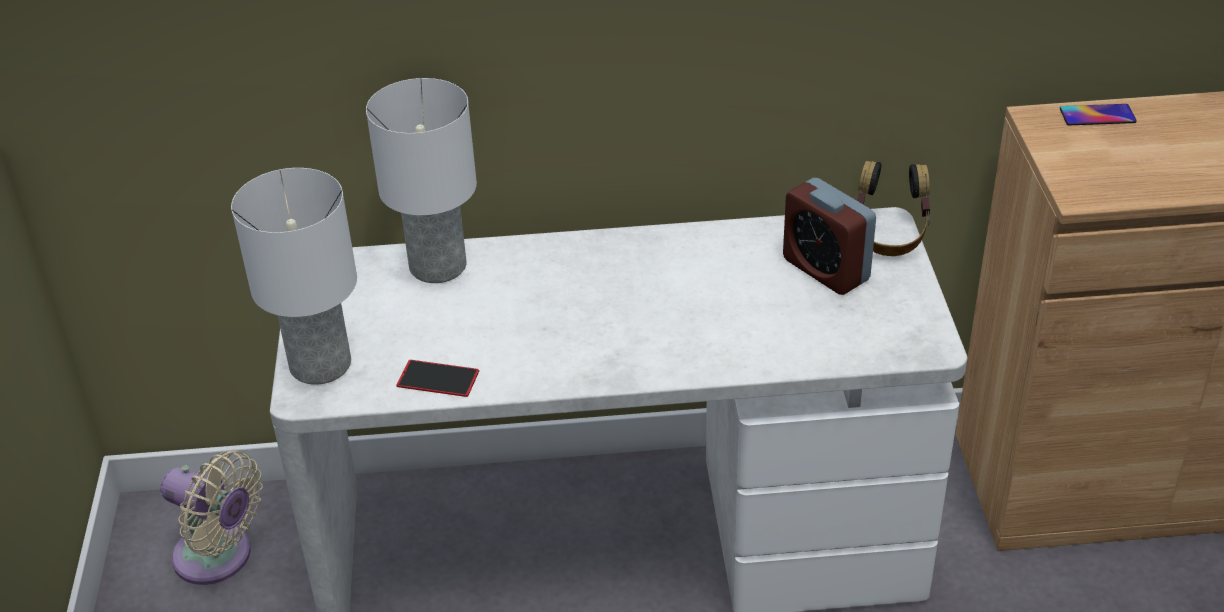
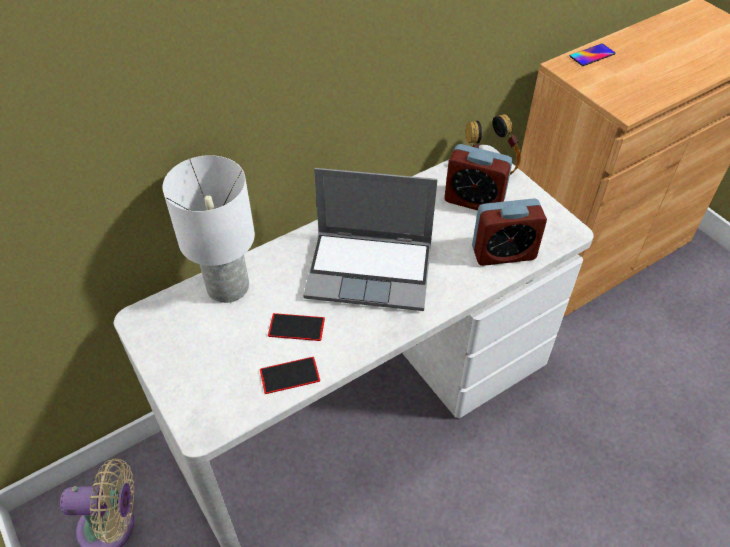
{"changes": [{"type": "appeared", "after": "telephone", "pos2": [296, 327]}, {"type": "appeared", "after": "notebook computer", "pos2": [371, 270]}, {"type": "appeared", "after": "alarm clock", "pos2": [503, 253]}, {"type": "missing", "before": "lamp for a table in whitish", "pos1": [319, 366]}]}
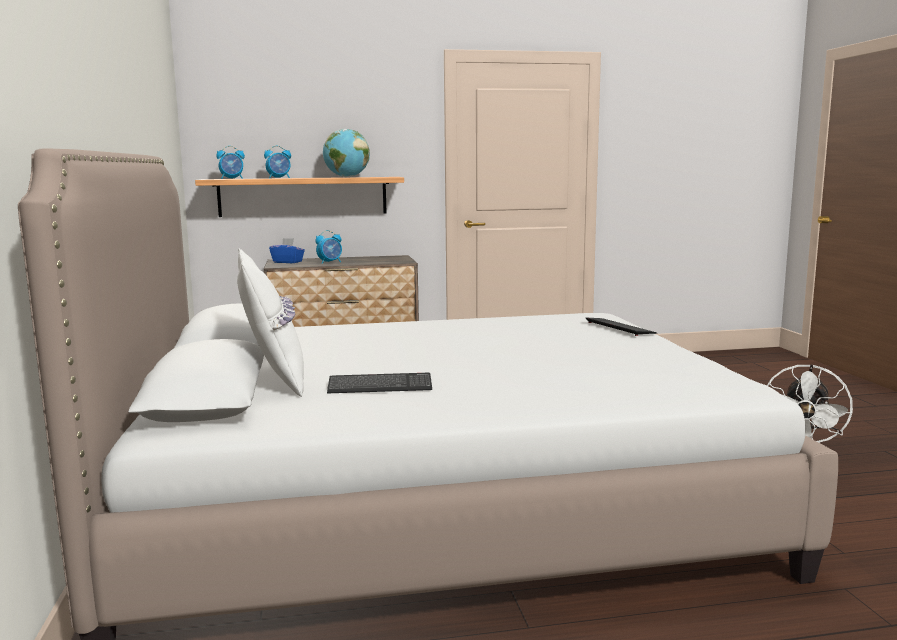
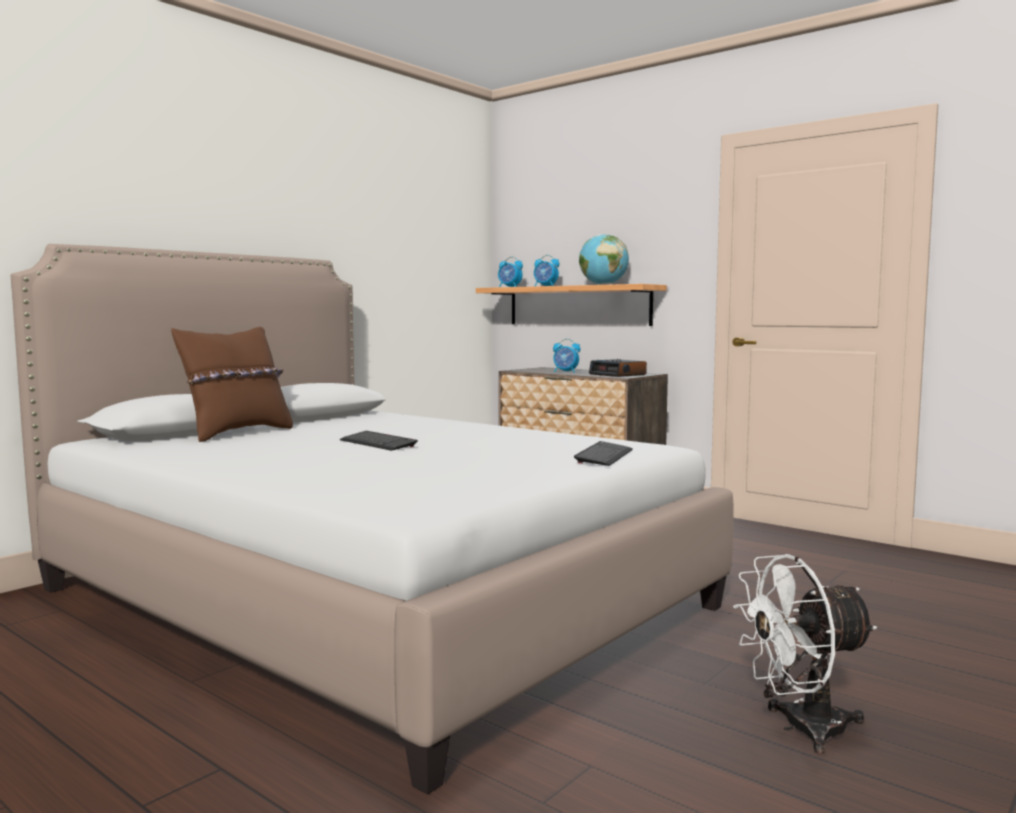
{"changes": [{"type": "colour", "before": "cushion in whitish", "after": "cushion in brown-coloured", "pos1": [273, 380], "pos2": [237, 433]}, {"type": "relocated", "before": "keyboard", "pos1": [380, 386], "pos2": [378, 443]}, {"type": "appeared", "after": "alarm clock", "pos2": [618, 374]}, {"type": "missing", "before": "tissue box in blue", "pos1": [288, 262]}]}
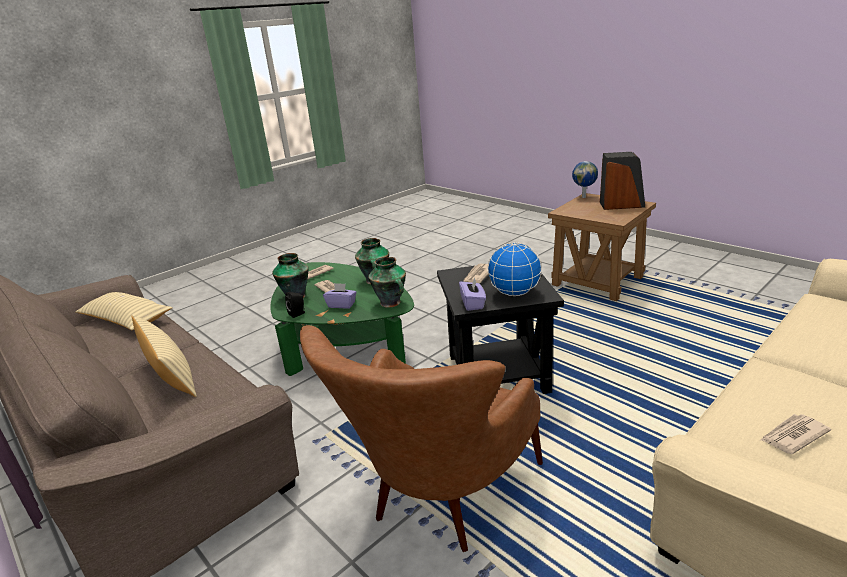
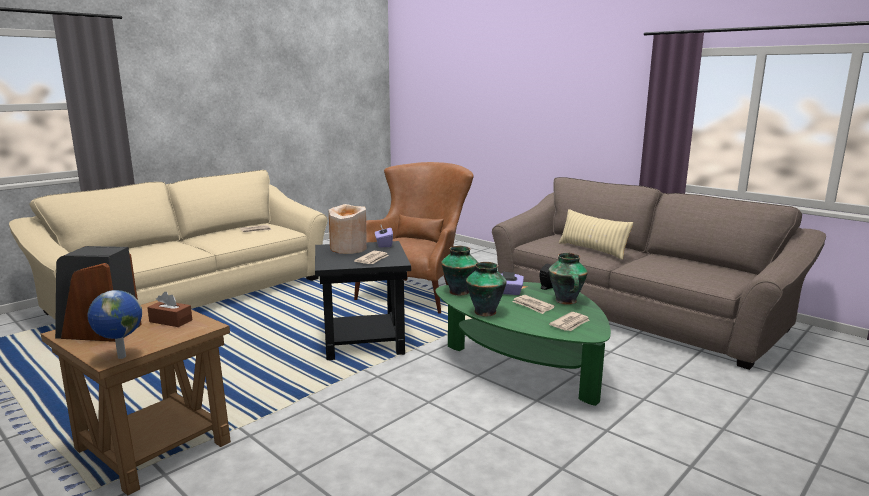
{"changes": [{"type": "appeared", "after": "tissue box in brown-coloured", "pos2": [171, 321]}, {"type": "exchanged", "before": "desk globe", "after": "vase in sand-coloured", "pos1": [514, 293], "pos2": [348, 248]}, {"type": "missing", "before": "cushion in sand-coloured", "pos1": [126, 319]}]}
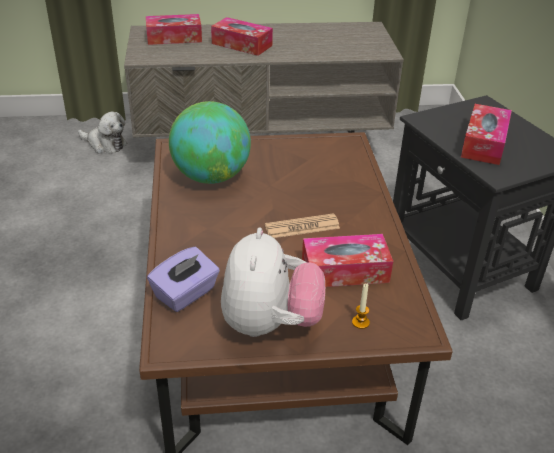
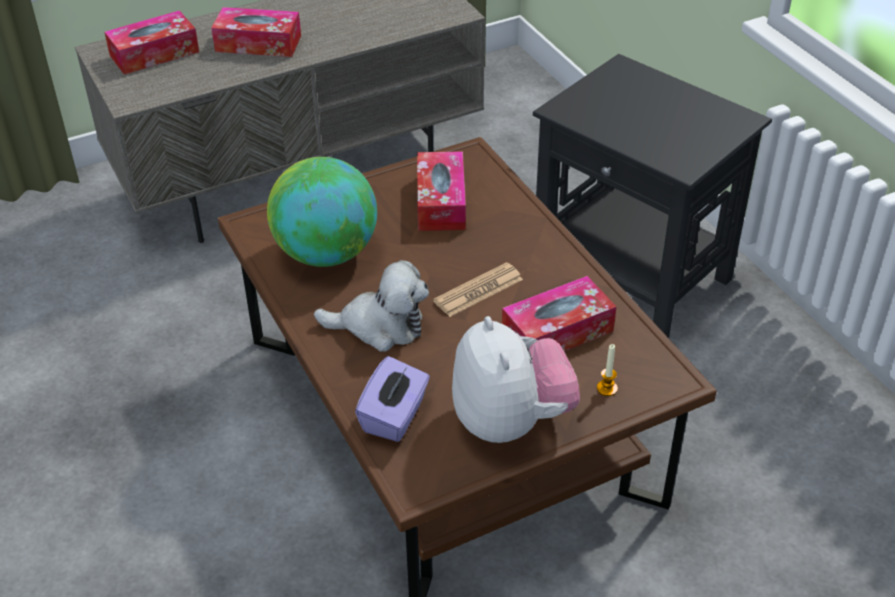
{"changes": [{"type": "relocated", "before": "cuddly toy", "pos1": [105, 144], "pos2": [380, 326]}, {"type": "relocated", "before": "tissue box", "pos1": [484, 143], "pos2": [441, 202]}]}
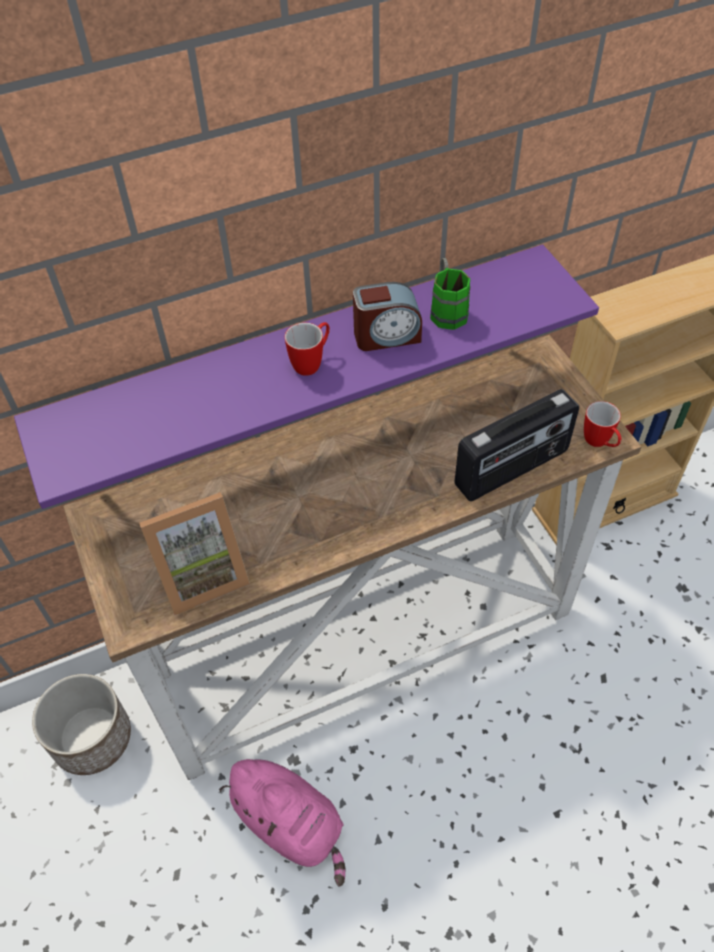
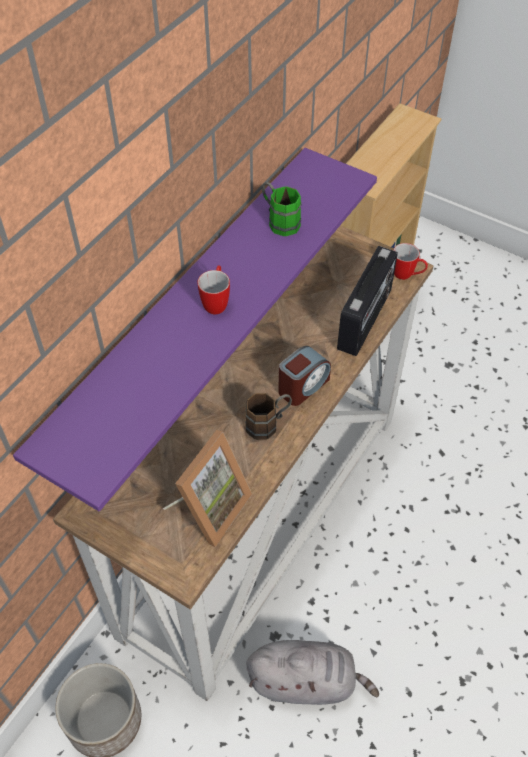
{"changes": [{"type": "appeared", "after": "tea mug in brown-coloured", "pos2": [268, 424]}, {"type": "colour", "before": "cuddly toy in pinkish", "after": "cuddly toy in greyish", "pos1": [291, 823], "pos2": [306, 681]}, {"type": "relocated", "before": "alarm clock", "pos1": [386, 336], "pos2": [303, 386]}]}
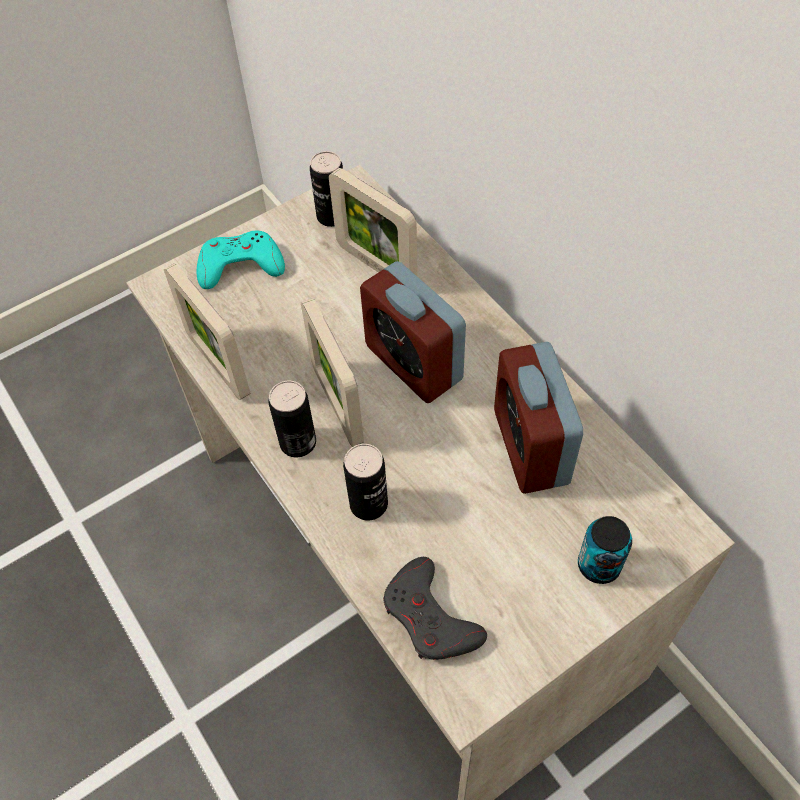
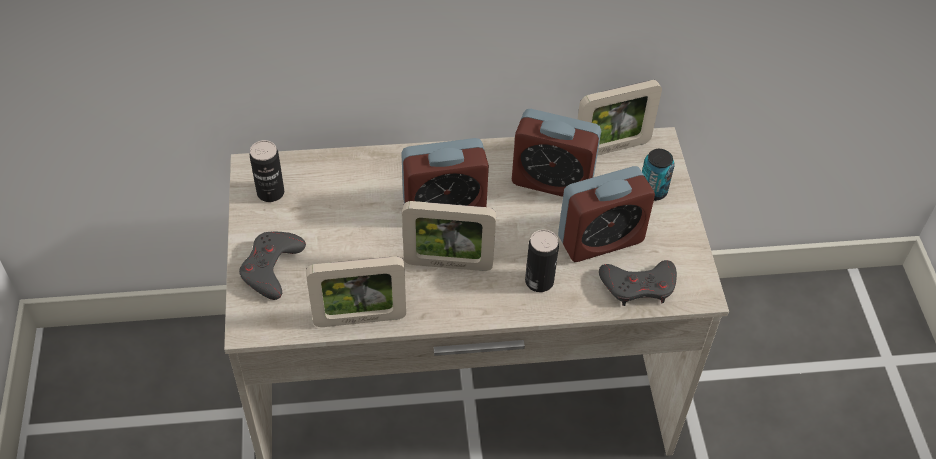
{"changes": [{"type": "colour", "before": "joypad in blue-green", "after": "joypad in greyish", "pos1": [240, 265], "pos2": [271, 268]}, {"type": "appeared", "after": "alarm clock", "pos2": [600, 239]}, {"type": "relocated", "before": "picture frame", "pos1": [376, 265], "pos2": [611, 148]}, {"type": "missing", "before": "metal can", "pos1": [298, 442]}]}
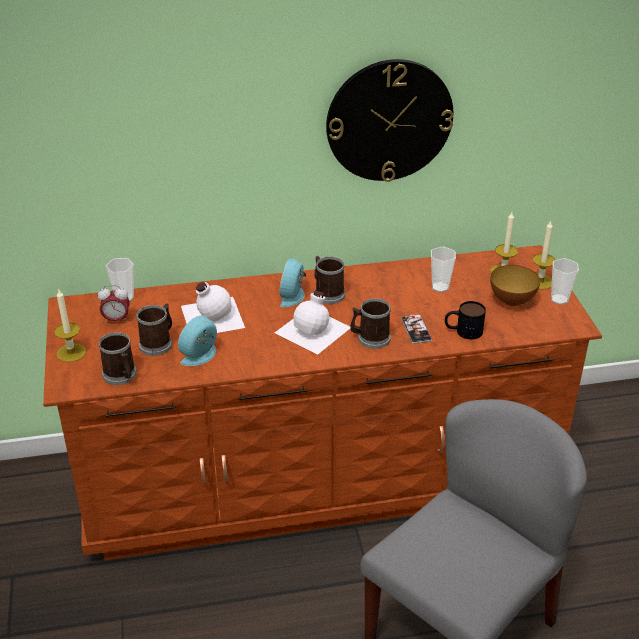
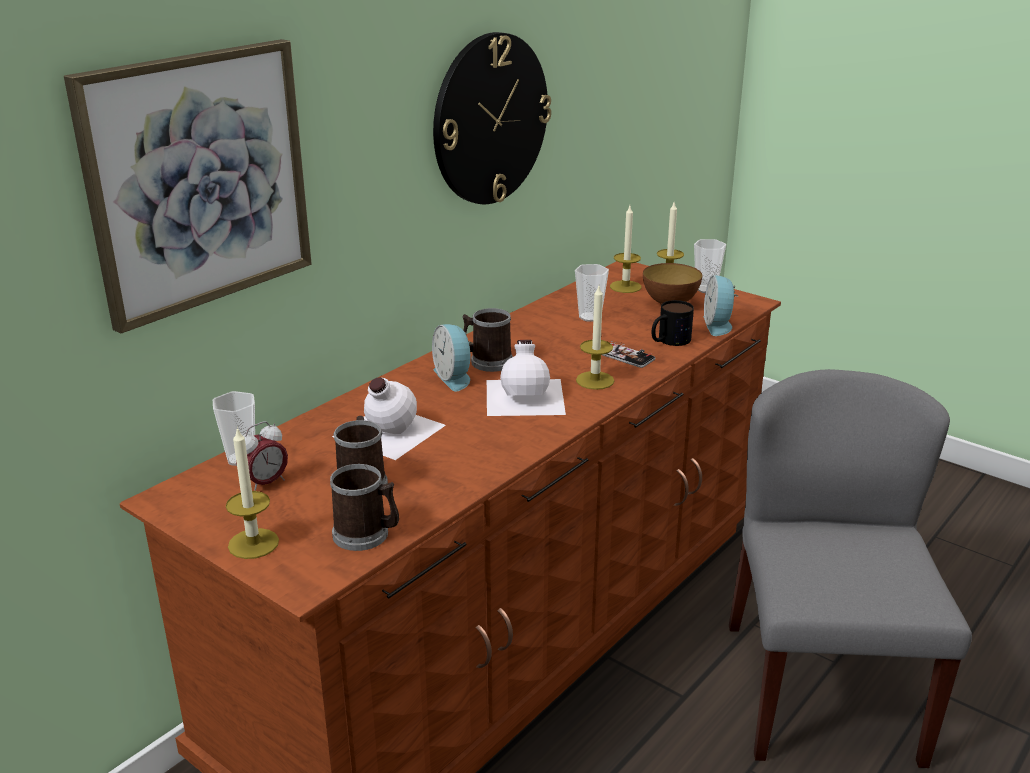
{"changes": [{"type": "appeared", "after": "picture", "pos2": [199, 180]}, {"type": "exchanged", "before": "tea mug", "after": "candle", "pos1": [370, 338], "pos2": [595, 380]}, {"type": "relocated", "before": "alarm clock", "pos1": [201, 356], "pos2": [718, 325]}]}
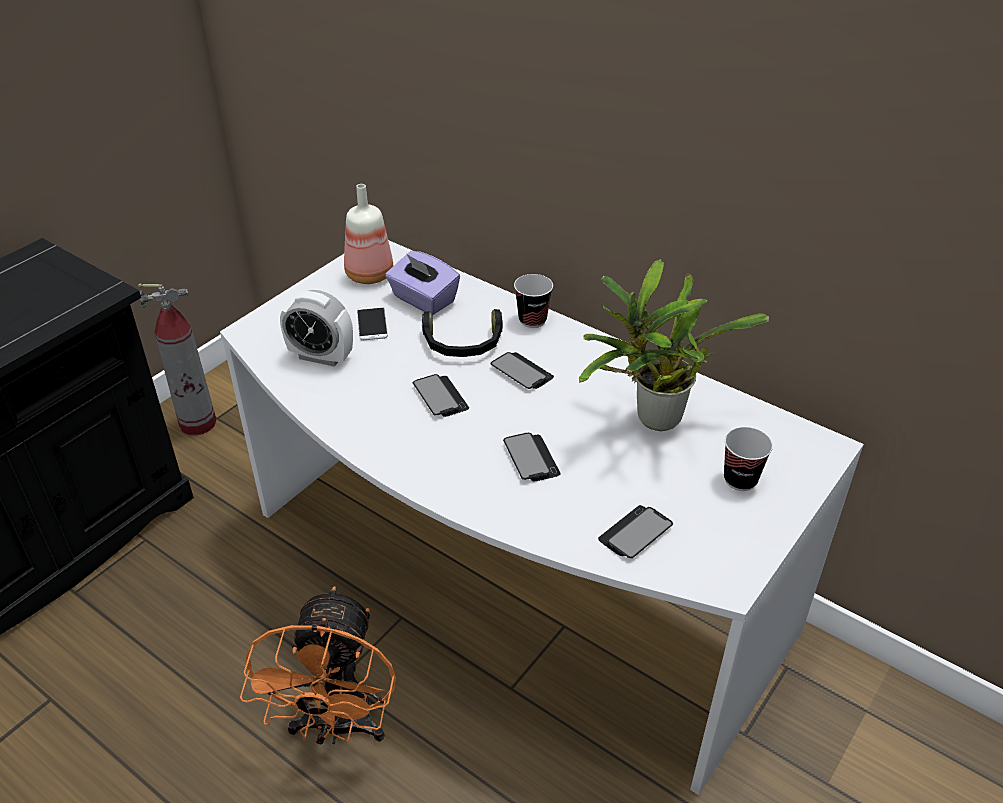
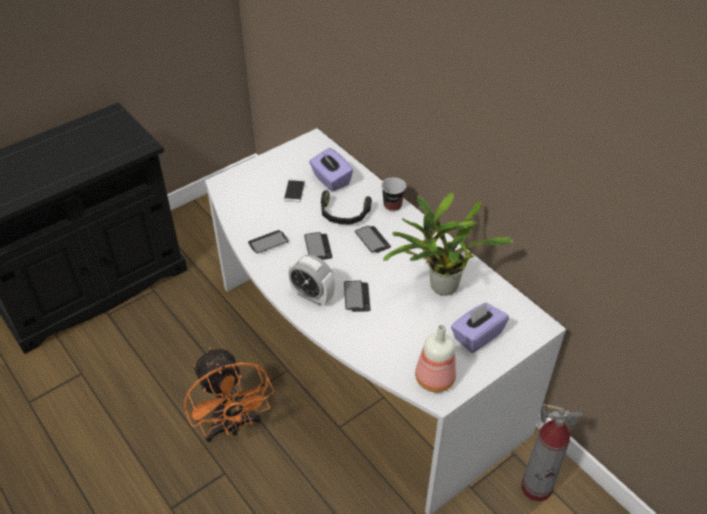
{"changes": [{"type": "spun", "before": "cooling fan in orange-coloured", "pos1": [337, 727], "pos2": [232, 426], "turn": -45}, {"type": "relocated", "before": "telephone", "pos1": [635, 533], "pos2": [268, 242]}, {"type": "relocated", "before": "alarm clock", "pos1": [321, 356], "pos2": [312, 295]}, {"type": "relocated", "before": "beverage bottle", "pos1": [369, 276], "pos2": [434, 380]}, {"type": "exchanged", "before": "small cup", "after": "tissue box in purple", "pos1": [740, 480], "pos2": [477, 336]}, {"type": "relocated", "before": "fire-fighting cylinder", "pos1": [198, 423], "pos2": [536, 487]}]}
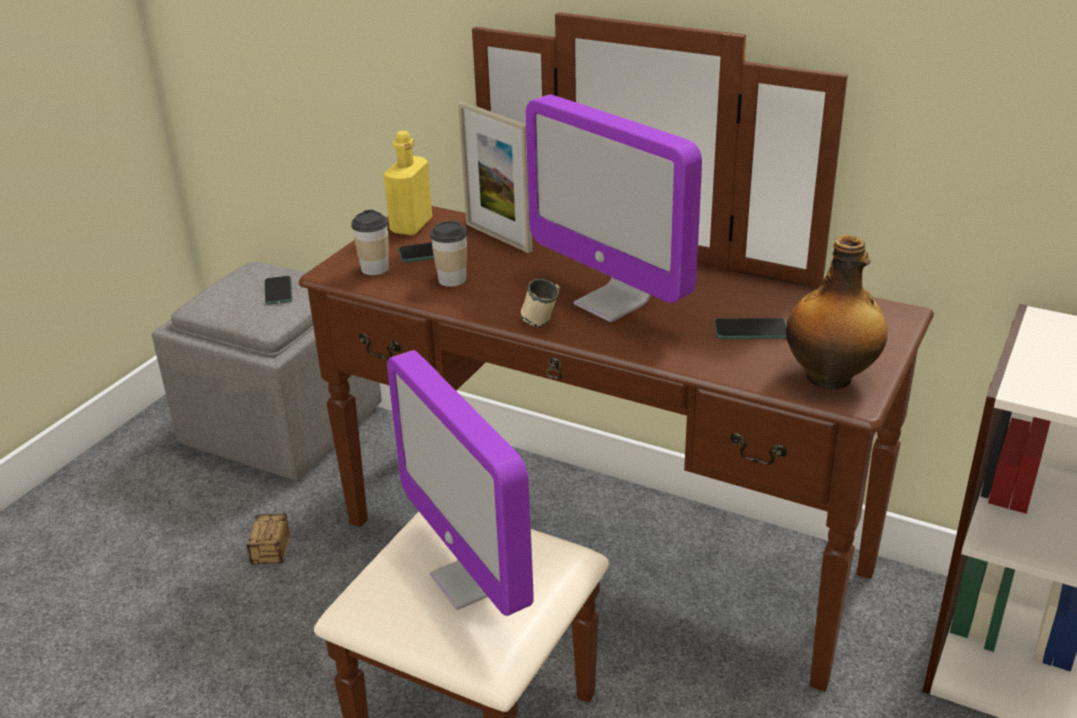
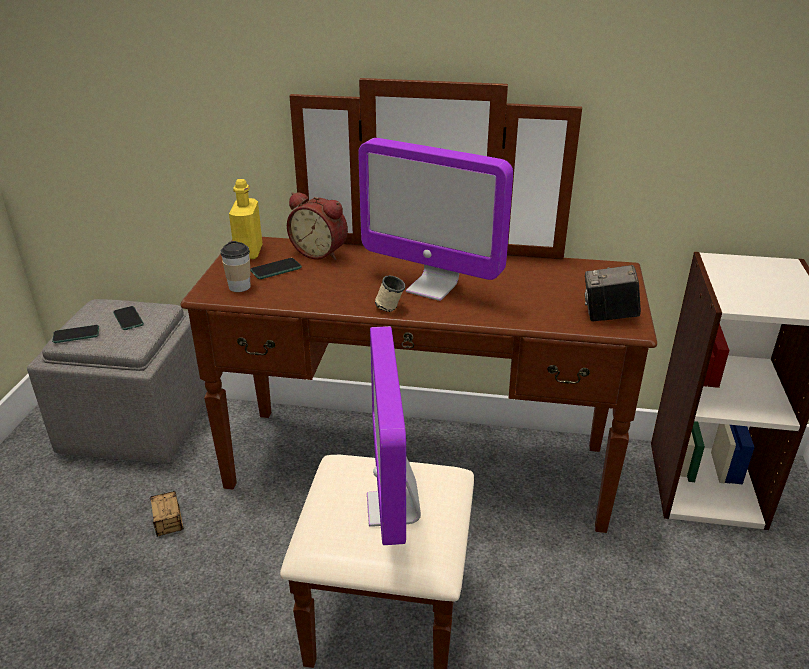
{"changes": [{"type": "relocated", "before": "telephone", "pos1": [750, 330], "pos2": [76, 335]}, {"type": "exchanged", "before": "picture frame", "after": "alarm clock", "pos1": [498, 237], "pos2": [320, 252]}, {"type": "spun", "before": "computer screen", "pos1": [472, 580], "pos2": [393, 508], "turn": 45}, {"type": "exchanged", "before": "beverage bottle", "after": "still camera", "pos1": [830, 378], "pos2": [608, 316]}, {"type": "missing", "before": "small cup", "pos1": [452, 280]}]}
